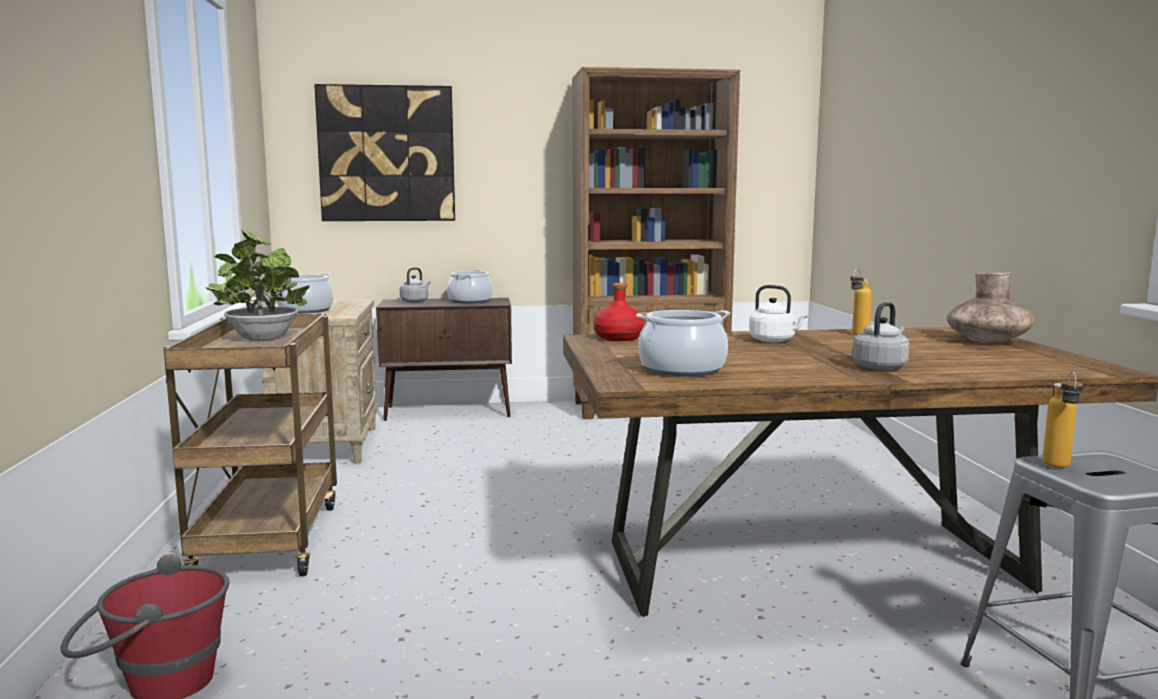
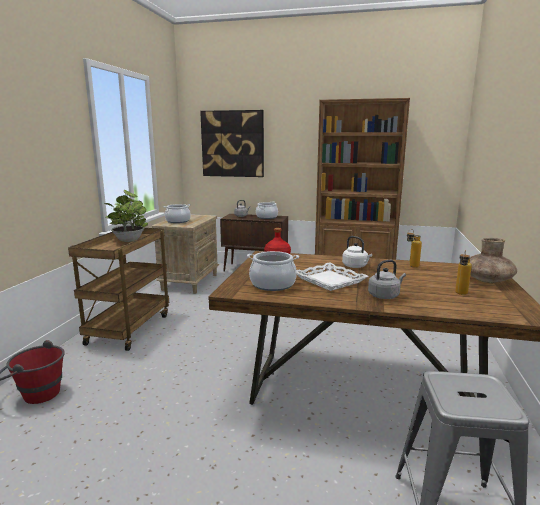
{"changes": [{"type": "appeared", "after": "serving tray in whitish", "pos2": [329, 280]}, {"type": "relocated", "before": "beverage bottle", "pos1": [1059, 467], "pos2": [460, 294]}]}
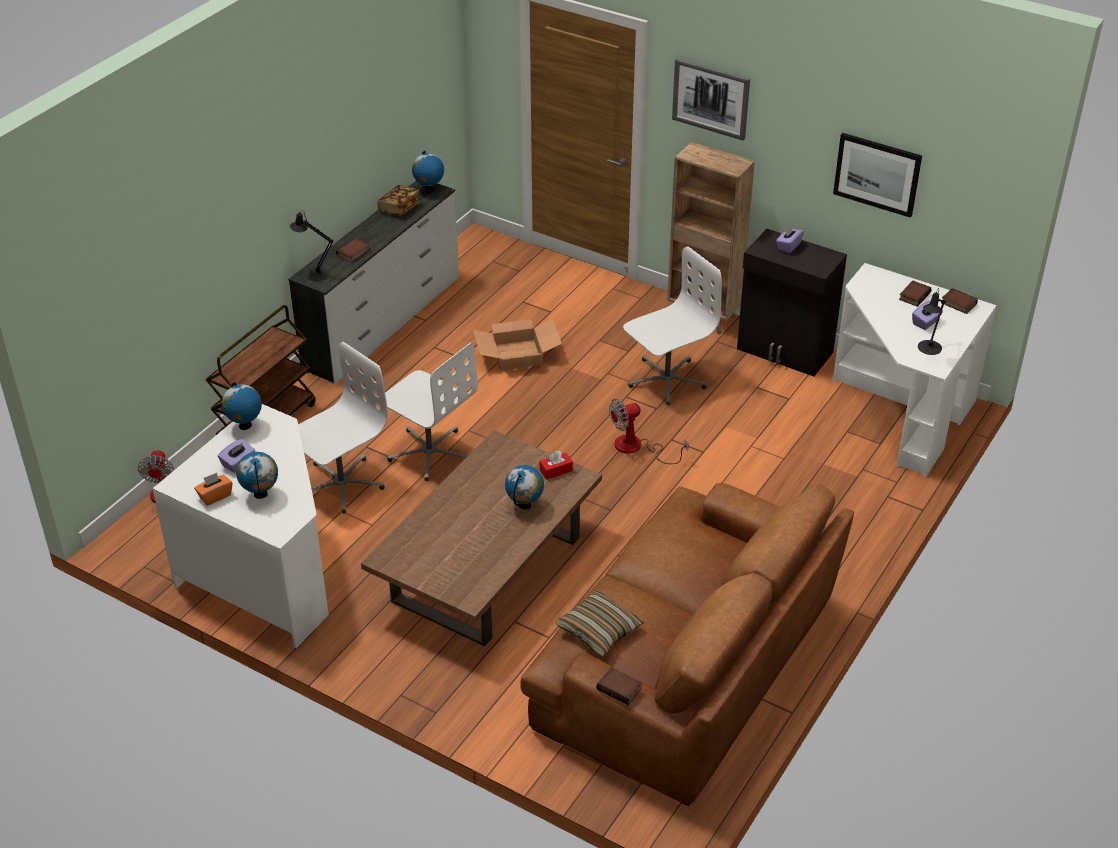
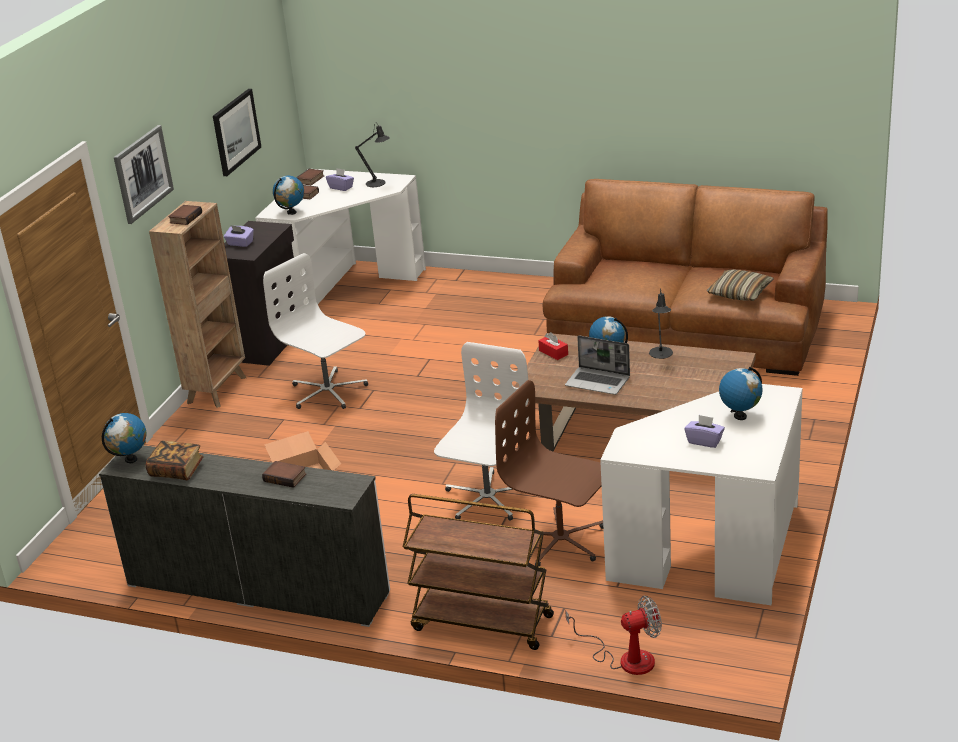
{"changes": [{"type": "relocated", "before": "volume", "pos1": [620, 688], "pos2": [185, 217]}, {"type": "relocated", "before": "desk globe", "pos1": [245, 426], "pos2": [291, 212]}, {"type": "colour", "before": "computer chair in whitish", "after": "computer chair in brown-coloured", "pos1": [341, 484], "pos2": [561, 541]}, {"type": "appeared", "after": "notebook computer", "pos2": [598, 382]}, {"type": "relocated", "before": "lamp for a table in black-coloured", "pos1": [314, 273], "pos2": [661, 354]}, {"type": "missing", "before": "tissue box in orange-coloured", "pos1": [215, 496]}, {"type": "missing", "before": "cooling fan", "pos1": [637, 448]}]}
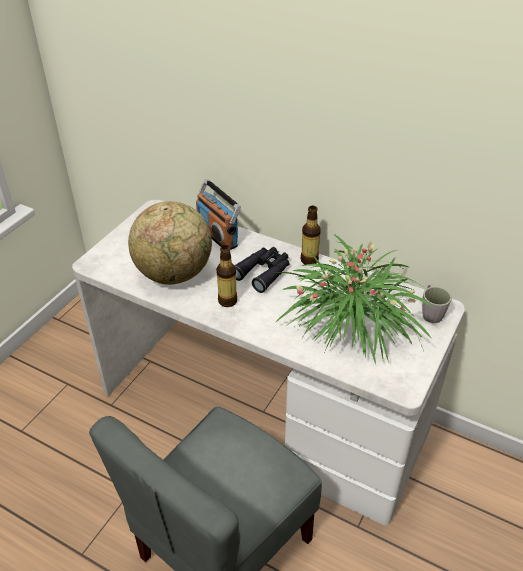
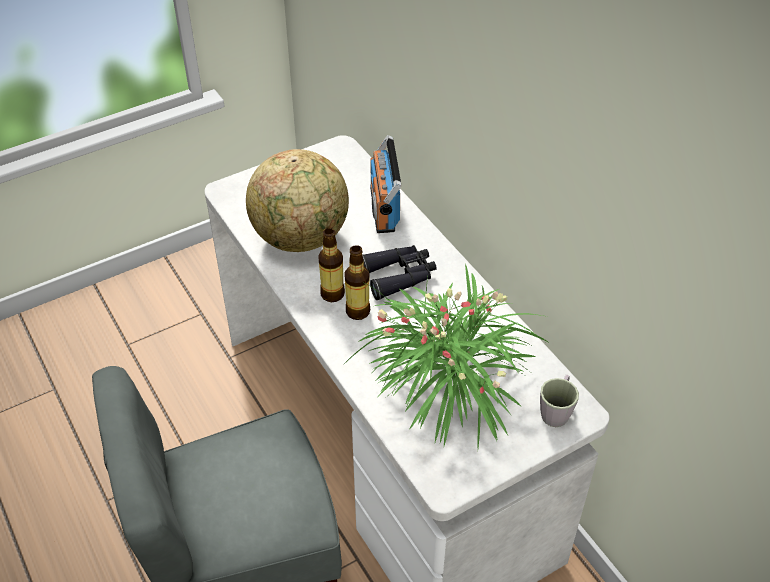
{"changes": [{"type": "relocated", "before": "beverage bottle", "pos1": [309, 260], "pos2": [357, 311]}]}
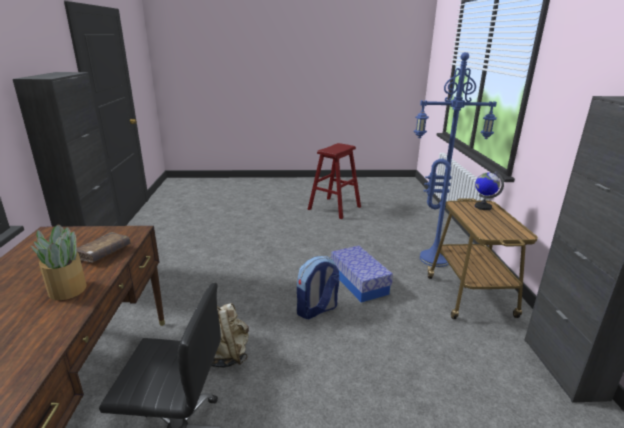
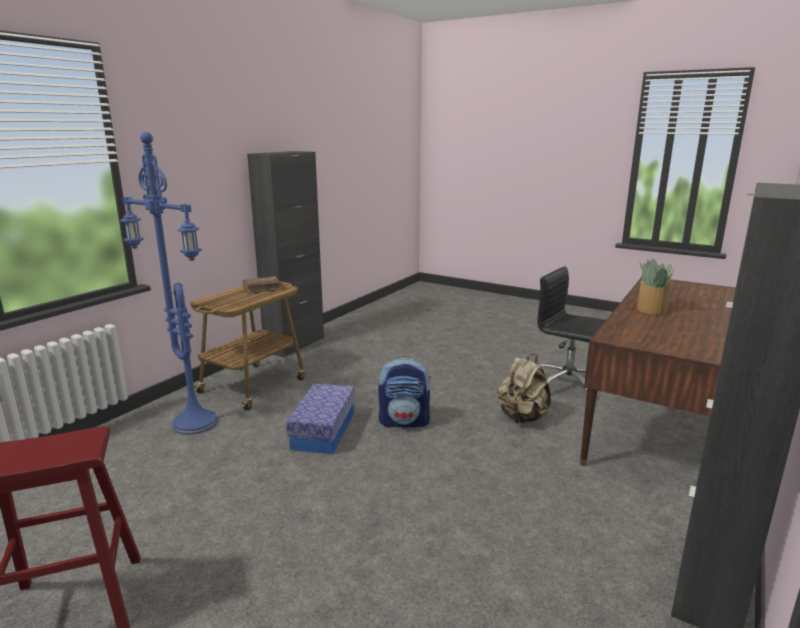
{"changes": [{"type": "relocated", "before": "volume in brown-coloured", "pos1": [104, 253], "pos2": [262, 289]}, {"type": "missing", "before": "desk globe", "pos1": [483, 207]}]}
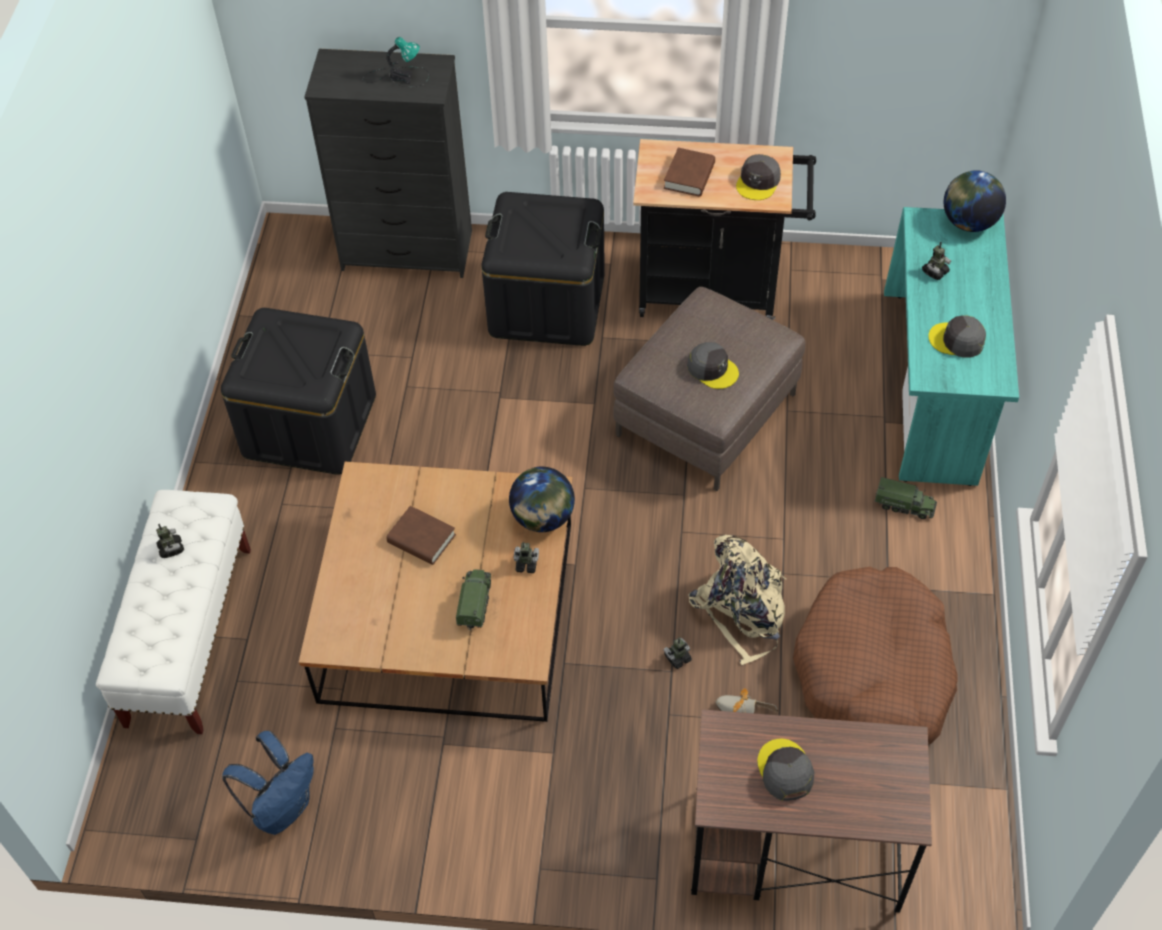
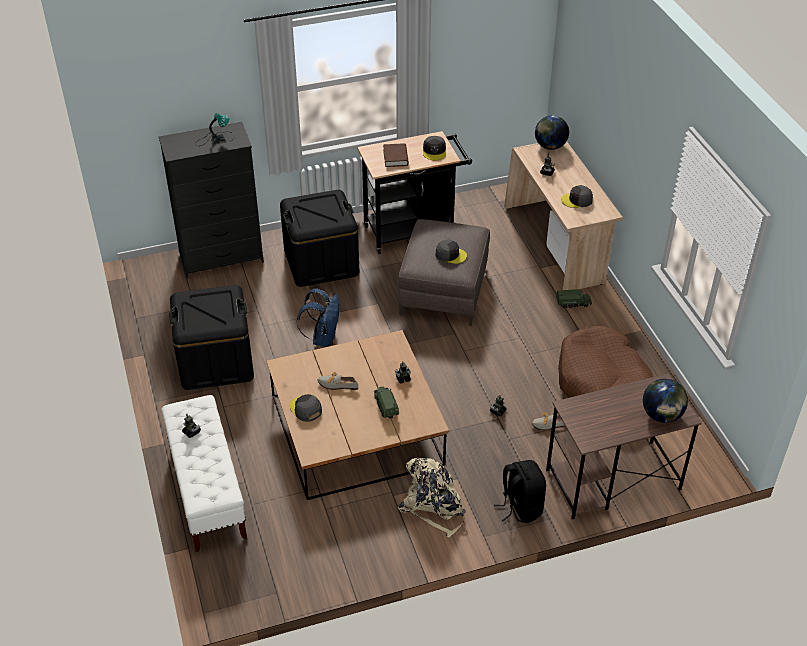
{"changes": [{"type": "relocated", "before": "cap in greyish", "pos1": [785, 771], "pos2": [305, 409]}, {"type": "relocated", "before": "rucksack in blue", "pos1": [282, 808], "pos2": [323, 338]}, {"type": "exchanged", "before": "volume in brown-coloured", "after": "low shoe", "pos1": [421, 539], "pos2": [335, 384]}, {"type": "relocated", "before": "rucksack in sand-coloured", "pos1": [742, 611], "pos2": [434, 506]}, {"type": "appeared", "after": "rucksack in black-coloured", "pos2": [520, 507]}, {"type": "colour", "before": "desk table in blue-green", "after": "desk table in sand-coloured", "pos1": [933, 387], "pos2": [555, 244]}, {"type": "relocated", "before": "desk globe", "pos1": [543, 518], "pos2": [662, 415]}]}
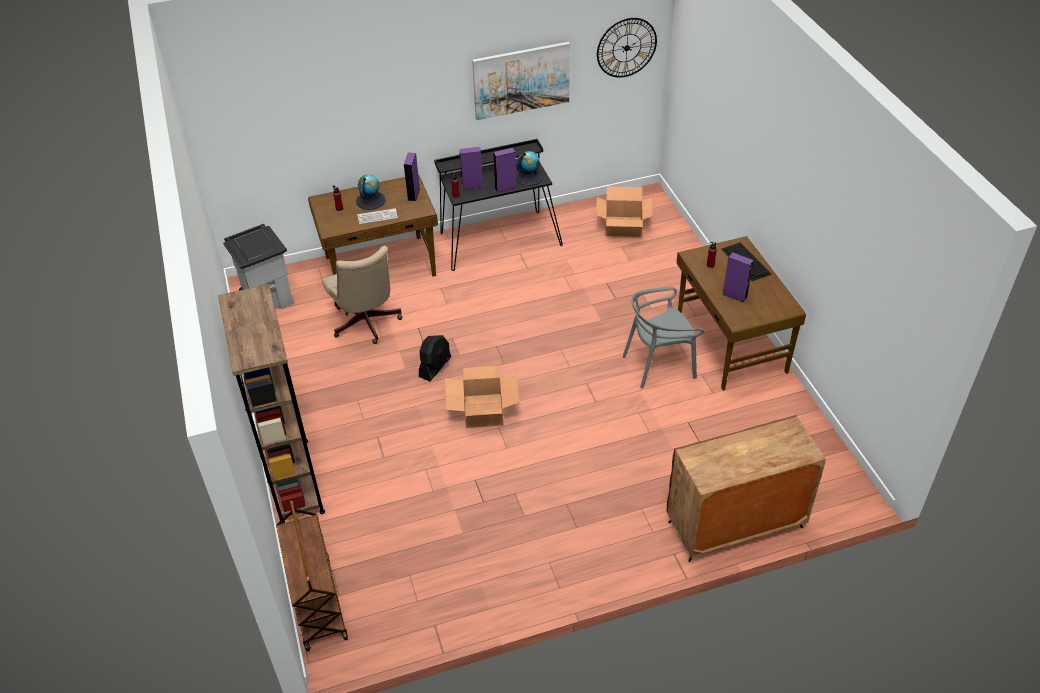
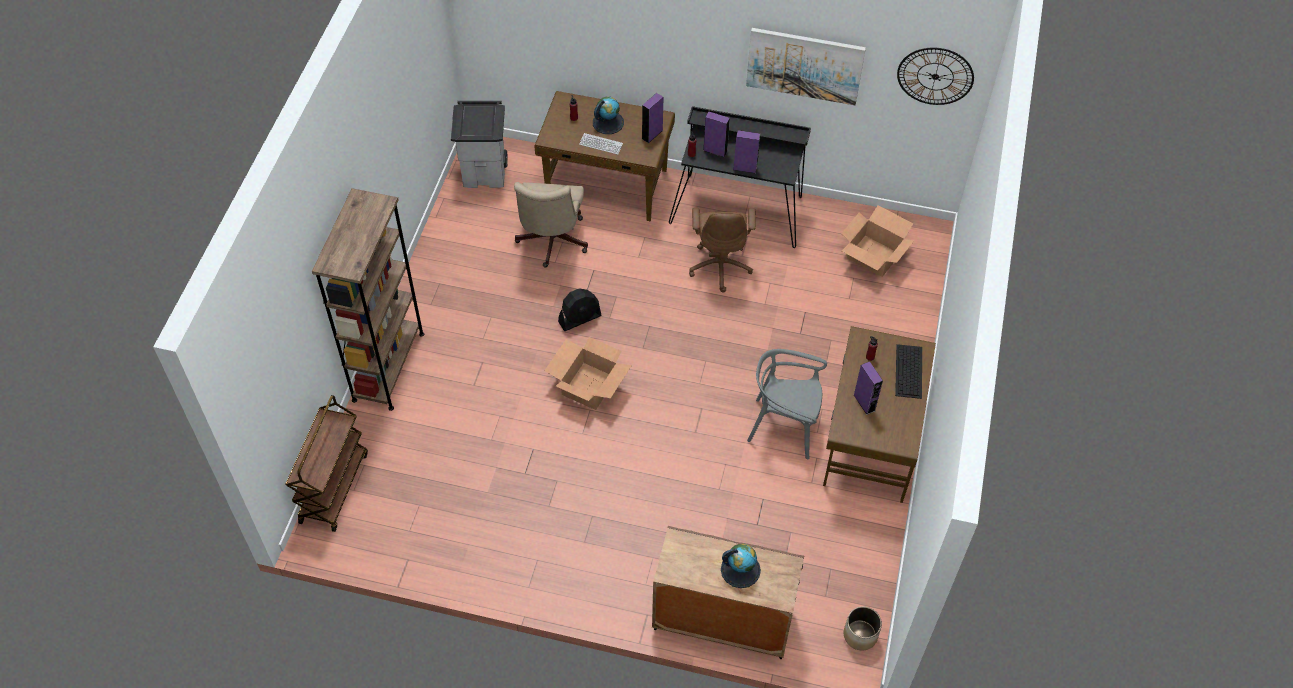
{"changes": [{"type": "appeared", "after": "computer chair in brown-coloured", "pos2": [720, 266]}, {"type": "relocated", "before": "desk globe", "pos1": [529, 177], "pos2": [740, 569]}, {"type": "appeared", "after": "planter", "pos2": [860, 634]}]}
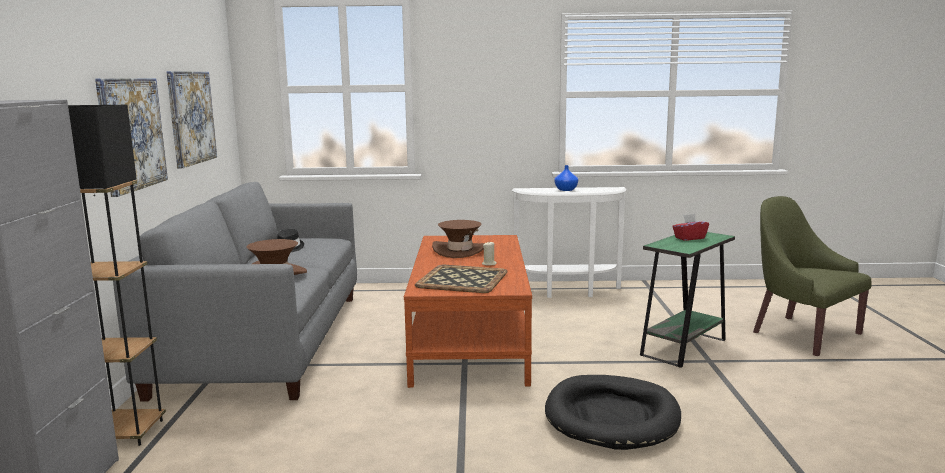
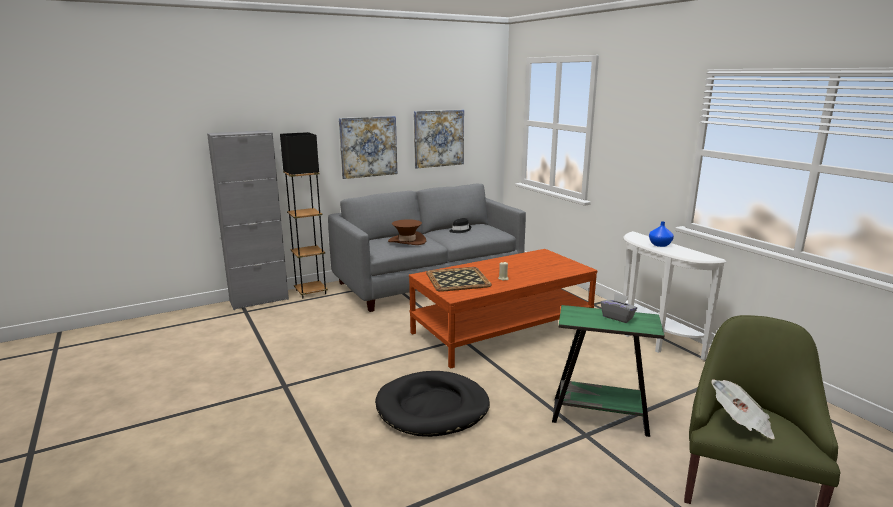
{"changes": [{"type": "colour", "before": "tissue box in red", "after": "tissue box in greyish", "pos1": [689, 238], "pos2": [617, 317]}, {"type": "appeared", "after": "newspaper", "pos2": [741, 422]}, {"type": "missing", "before": "clothing hat in brown-coloured", "pos1": [460, 251]}]}
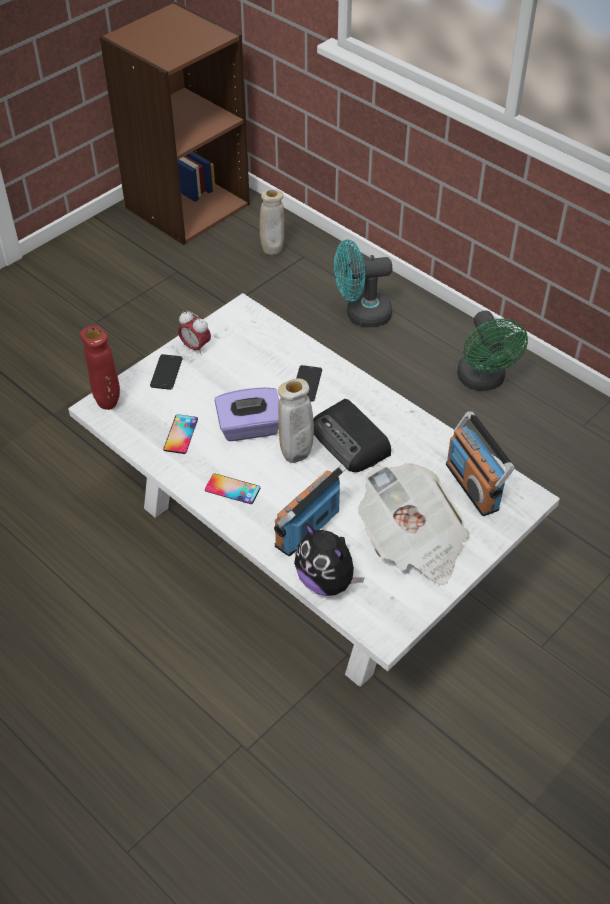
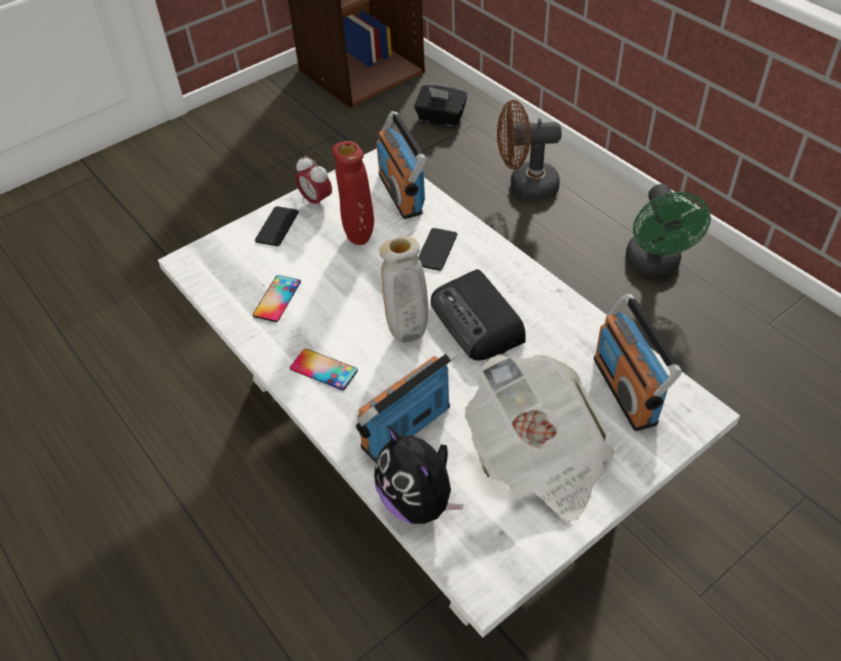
{"changes": [{"type": "relocated", "before": "vase in red", "pos1": [108, 403], "pos2": [360, 238]}, {"type": "appeared", "after": "radio", "pos2": [401, 193]}, {"type": "exchanged", "before": "vase in sand-coloured", "after": "tissue box in black-coloured", "pos1": [272, 251], "pos2": [440, 118]}, {"type": "colour", "before": "cooling fan in blue-green", "after": "cooling fan in brown-coloured", "pos1": [361, 314], "pos2": [525, 186]}, {"type": "missing", "before": "tissue box in purple", "pos1": [250, 428]}]}
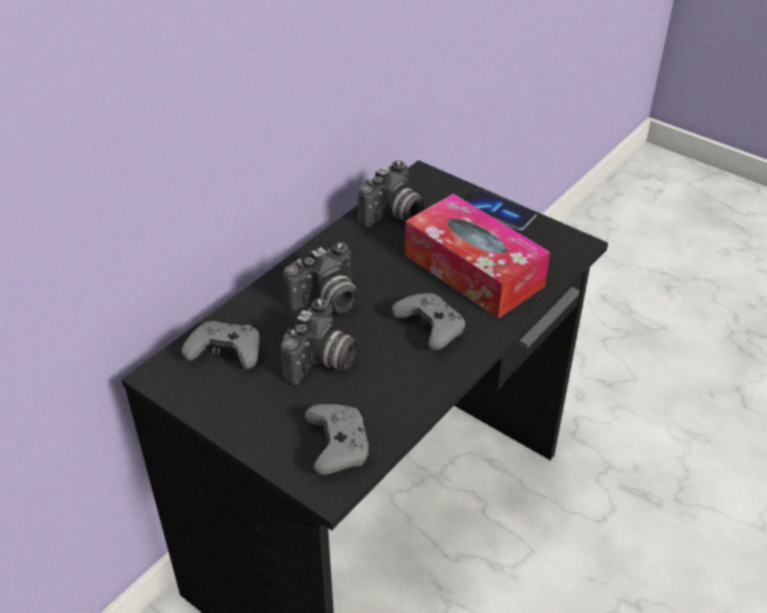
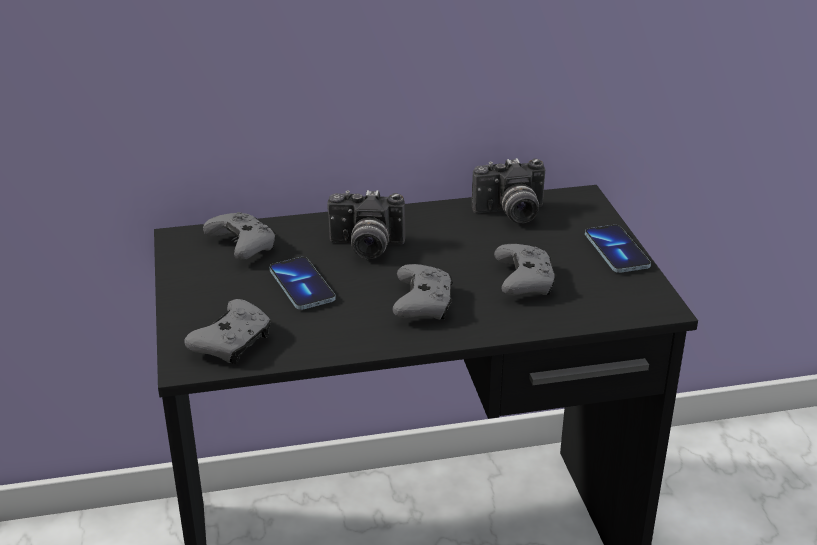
{"changes": [{"type": "exchanged", "before": "still camera", "after": "telephone", "pos1": [322, 363], "pos2": [301, 285]}, {"type": "exchanged", "before": "tissue box", "after": "joypad in greyish", "pos1": [473, 270], "pos2": [524, 282]}]}
